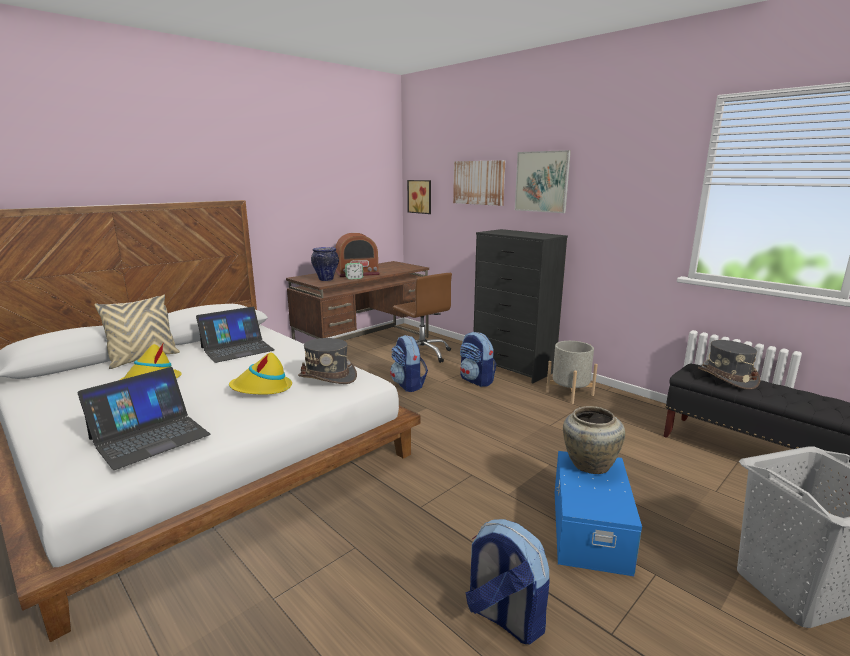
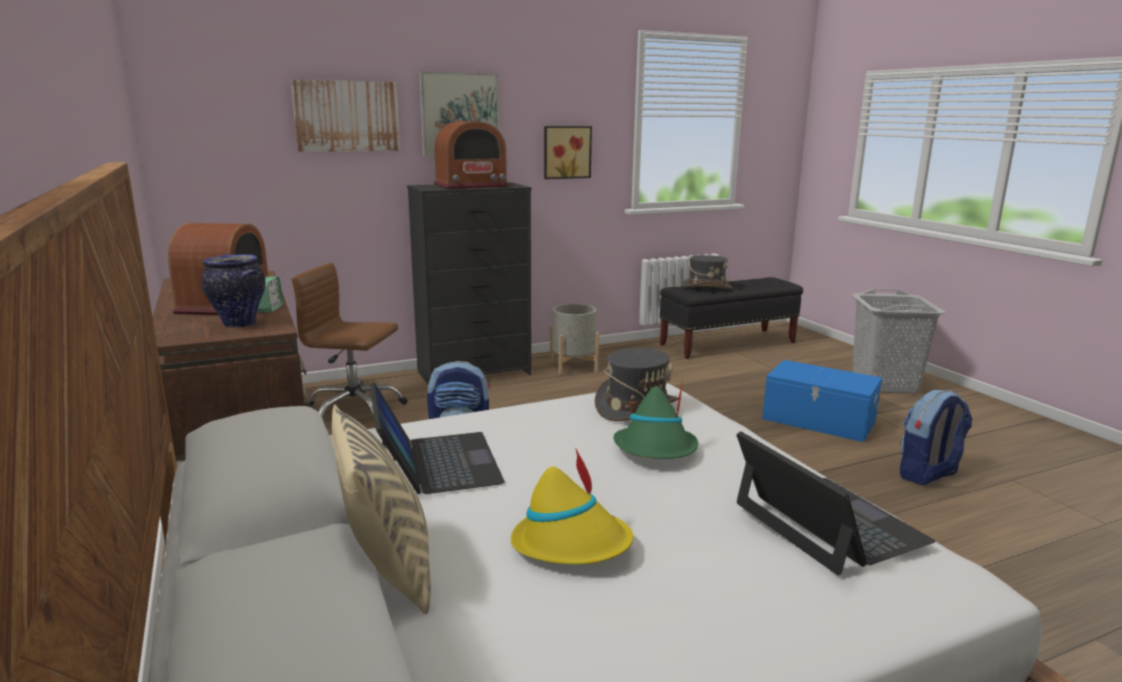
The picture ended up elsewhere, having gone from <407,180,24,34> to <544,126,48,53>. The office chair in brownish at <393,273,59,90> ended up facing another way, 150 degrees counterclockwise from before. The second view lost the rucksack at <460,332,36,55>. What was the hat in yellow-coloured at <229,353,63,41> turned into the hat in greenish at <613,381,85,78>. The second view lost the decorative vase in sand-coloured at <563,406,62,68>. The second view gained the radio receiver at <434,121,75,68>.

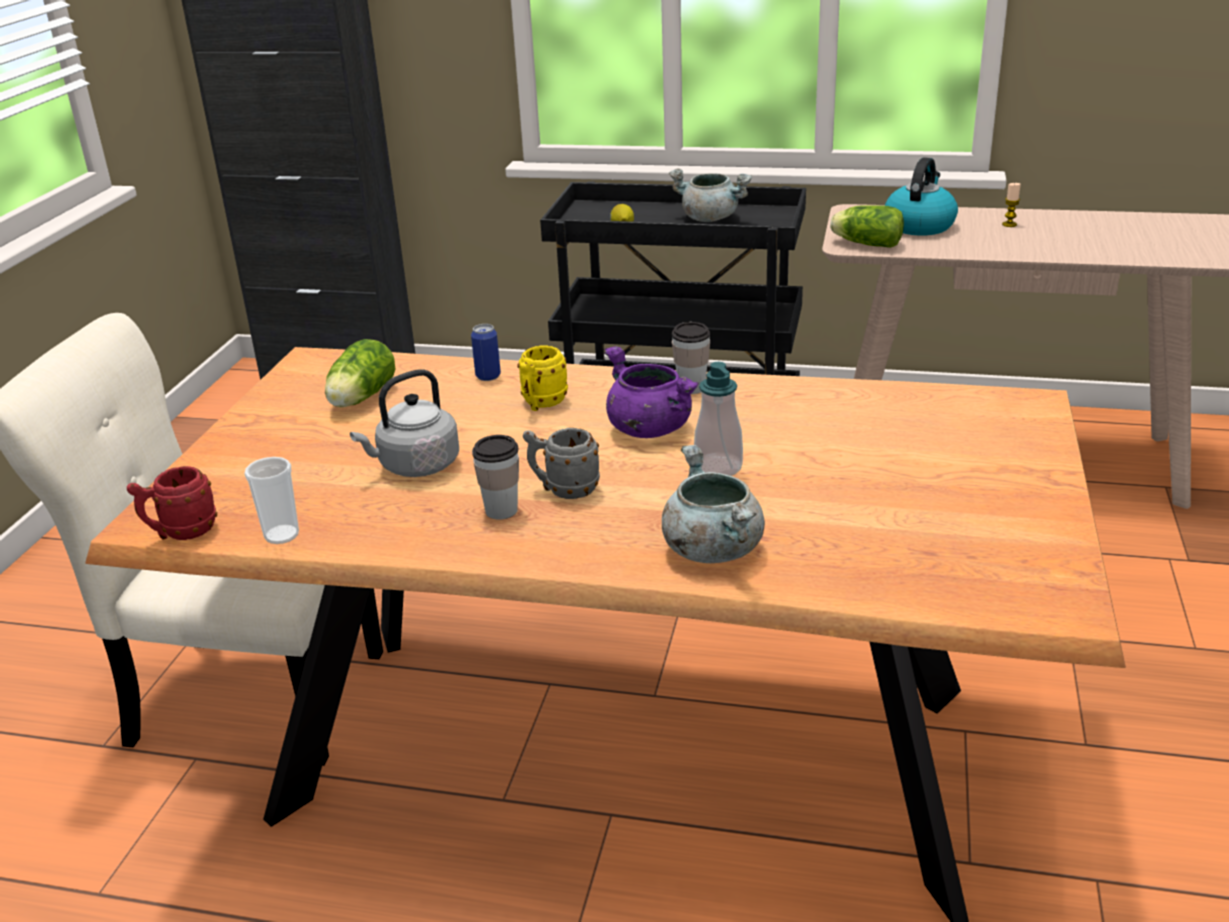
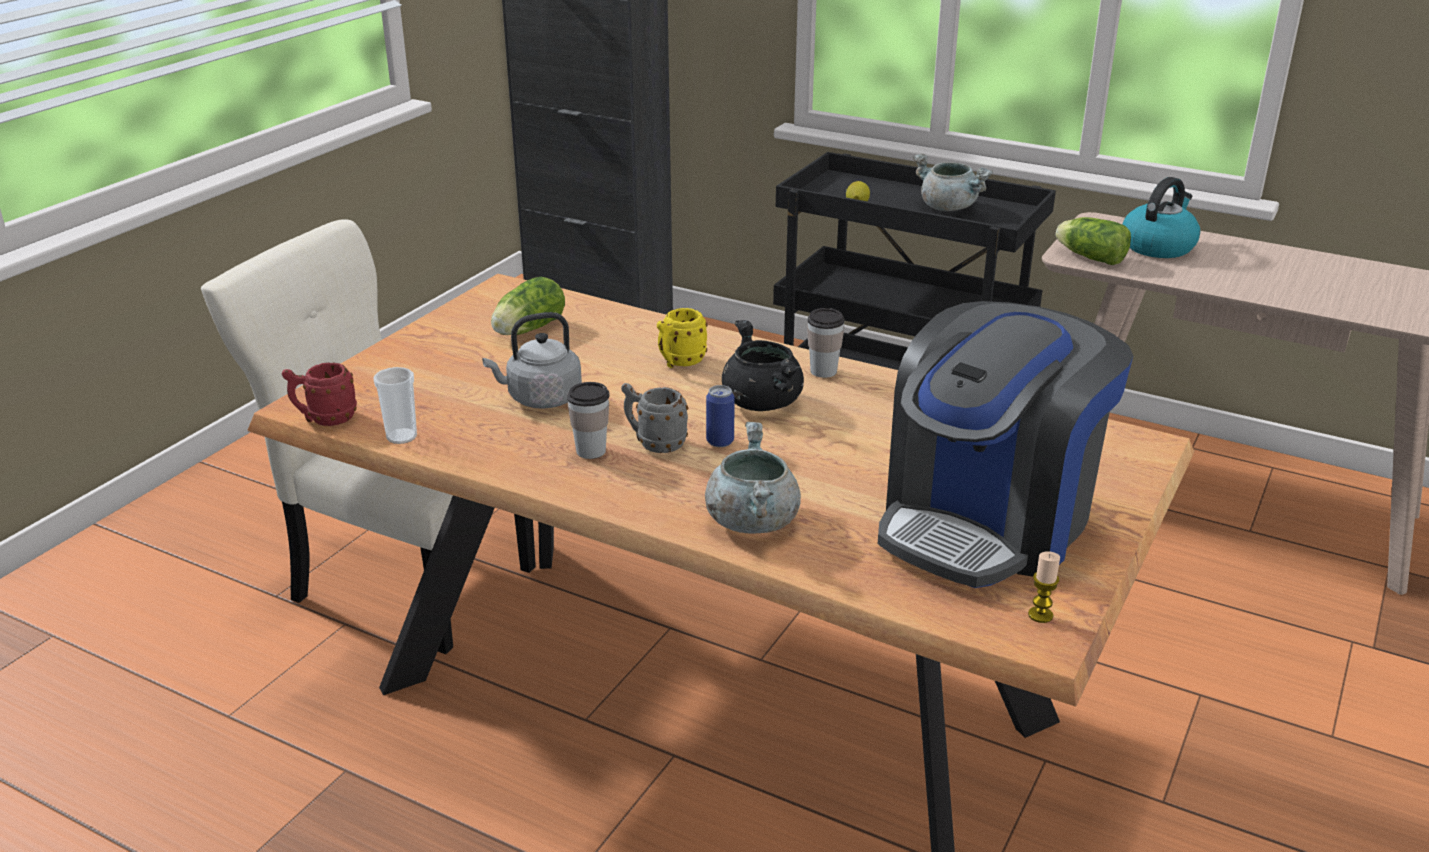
The wax light ended up elsewhere, having gone from <1002,183,19,44> to <1028,551,32,72>. The metal can ended up elsewhere, having gone from <471,324,30,57> to <706,385,29,62>. What was the cooking pot in purplish at <604,346,95,92> turned into the cooking pot in black at <722,320,82,91>. The second view lost the soap bottle at <694,362,49,114>. The second view gained the coffee brewer at <878,301,256,287>.

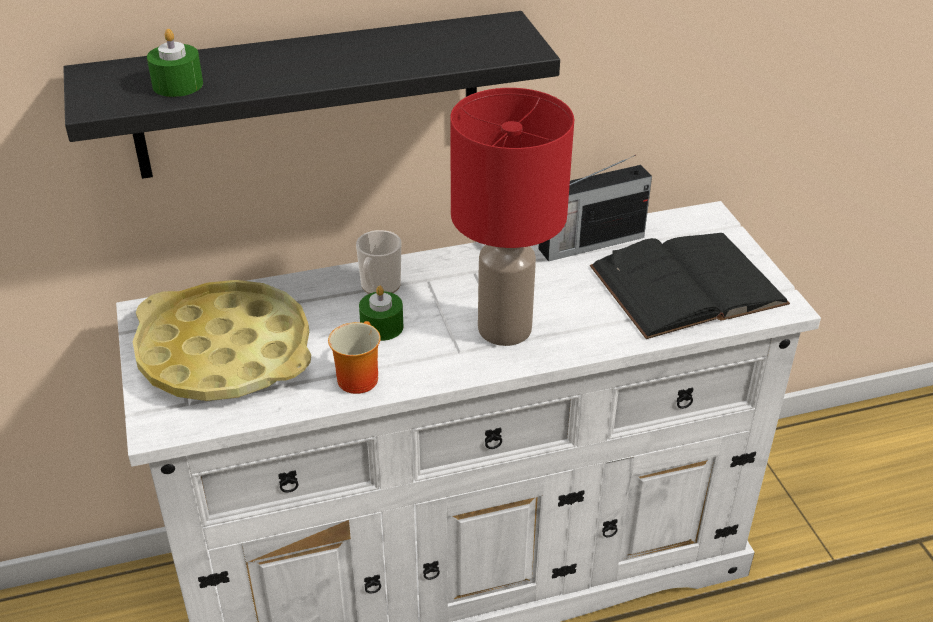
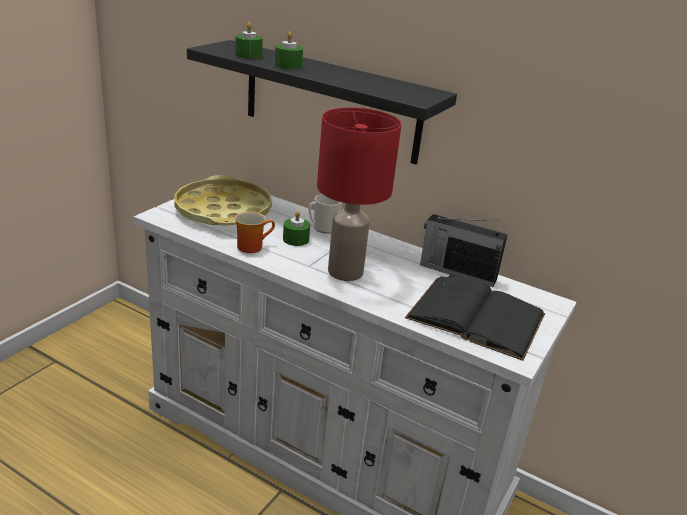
The second view gained the wax light in greenish at <275,32,28,37>.

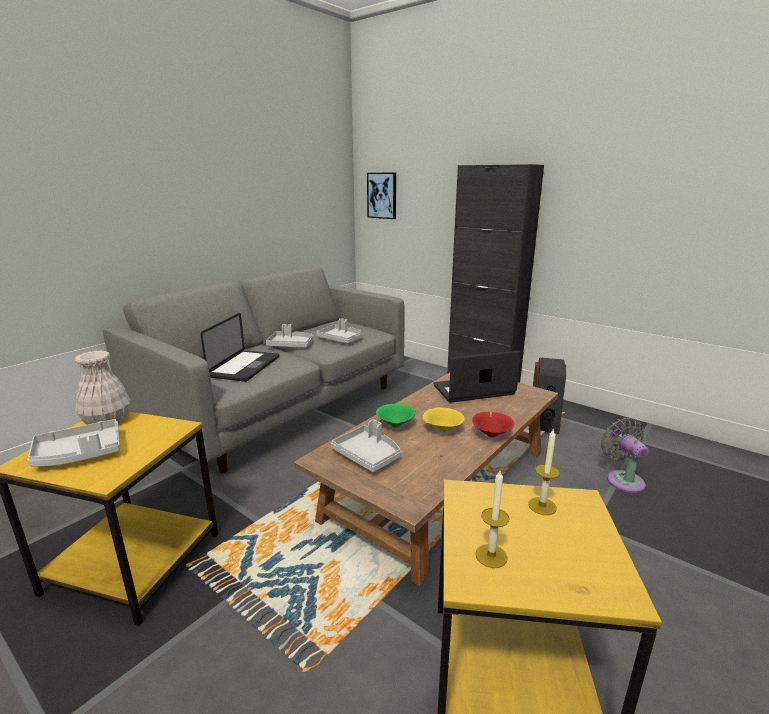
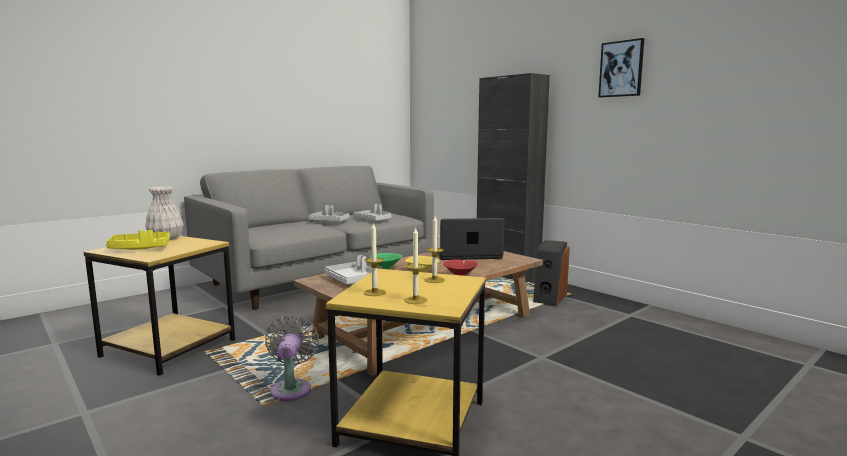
The picture ended up elsewhere, having gone from <367,173,29,46> to <598,38,46,60>. The second view lost the notebook computer at <200,313,79,69>. The cooling fan in grey ended up elsewhere, having gone from <601,418,48,75> to <265,314,54,87>. What was the carrying tray in grey at <28,419,92,48> turned into the carrying tray in yellow-coloured at <106,230,65,20>. The second view gained the wax light at <404,227,23,77>.

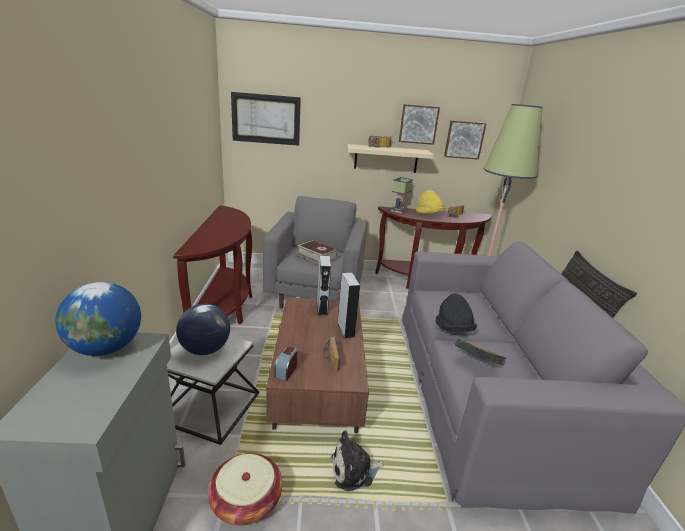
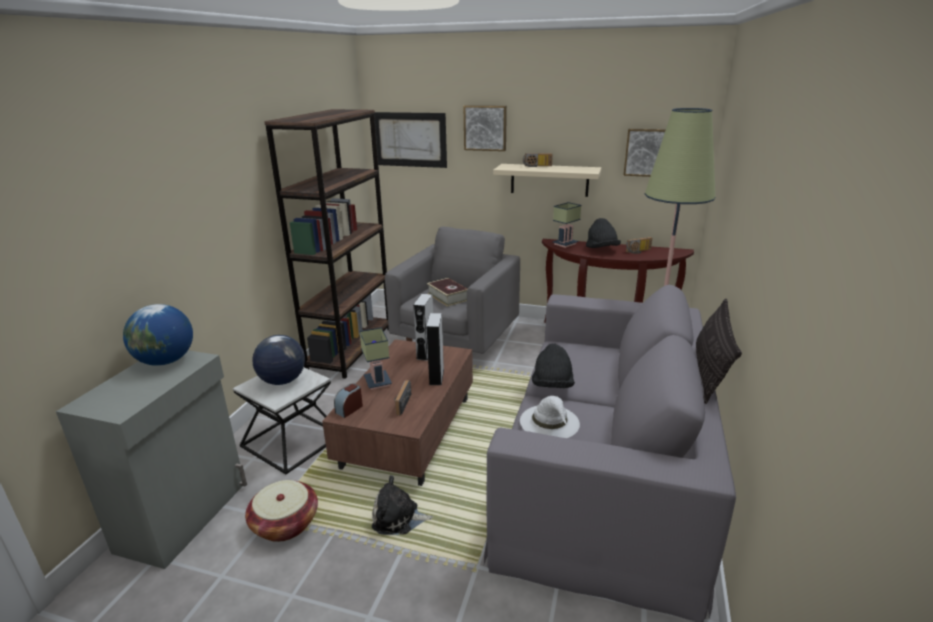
The picture ended up elsewhere, having gone from <399,104,41,41> to <463,105,44,46>. What was the hat in yellow-coloured at <416,190,29,24> turned into the hat in black at <586,218,35,30>. Where the narrow table in brownish stood at <173,206,79,118>, the bookshelf in brownish came to stand at <264,109,125,270>. Where the bound book stood at <455,339,51,26>, the hat in white came to stand at <520,396,60,42>. The second view gained the tabletop lamp at <359,327,33,63>.

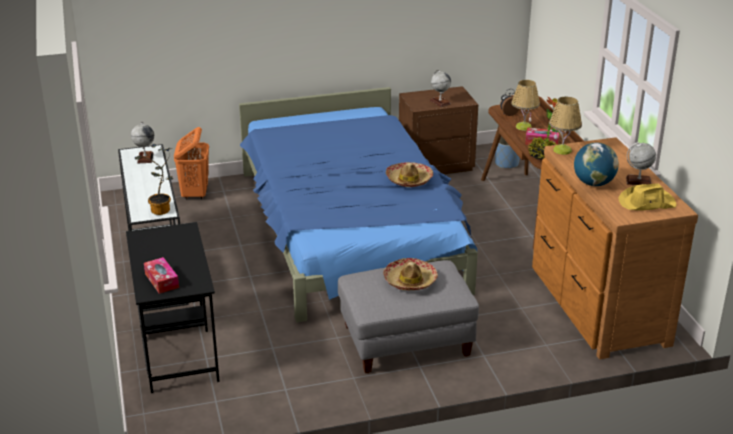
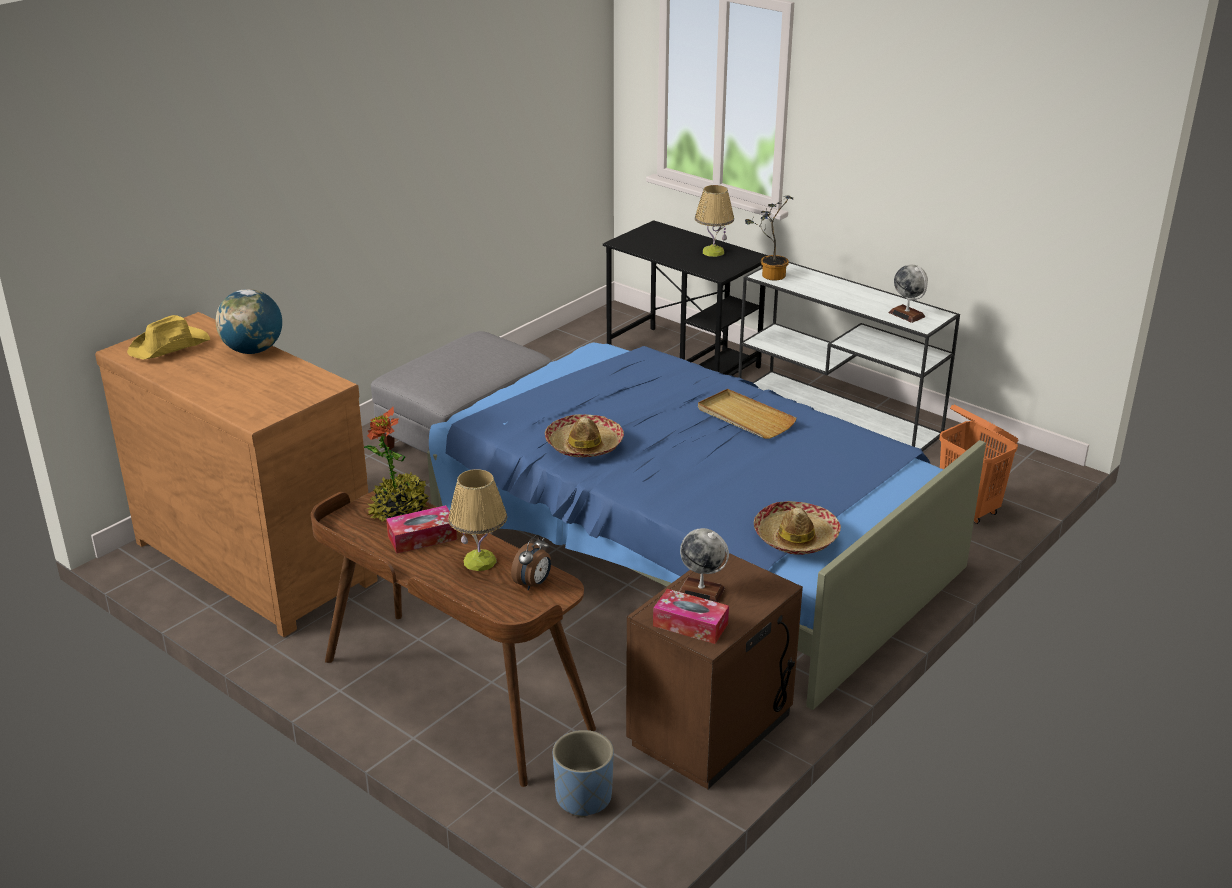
The tabletop lamp ended up elsewhere, having gone from <549,96,33,59> to <695,185,39,72>. The second view lost the desk globe at <626,142,30,43>. The tissue holder ended up elsewhere, having gone from <144,257,35,37> to <653,589,76,55>. The hat ended up elsewhere, having gone from <383,258,55,32> to <754,501,87,54>. The second view gained the carrying tray in sand-coloured at <698,389,99,50>.

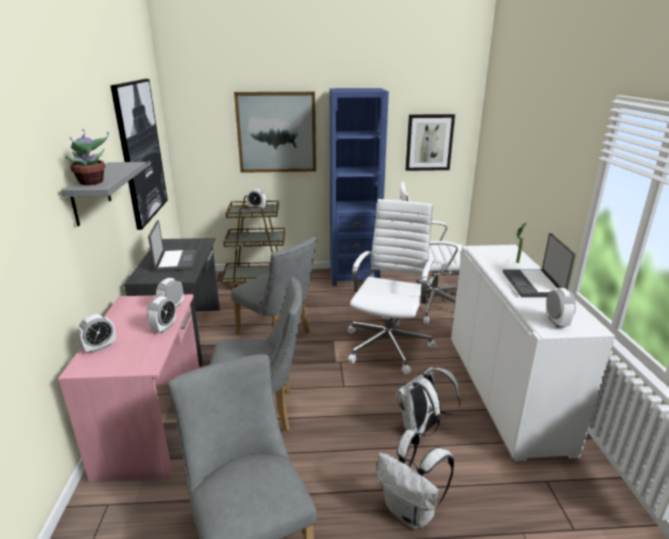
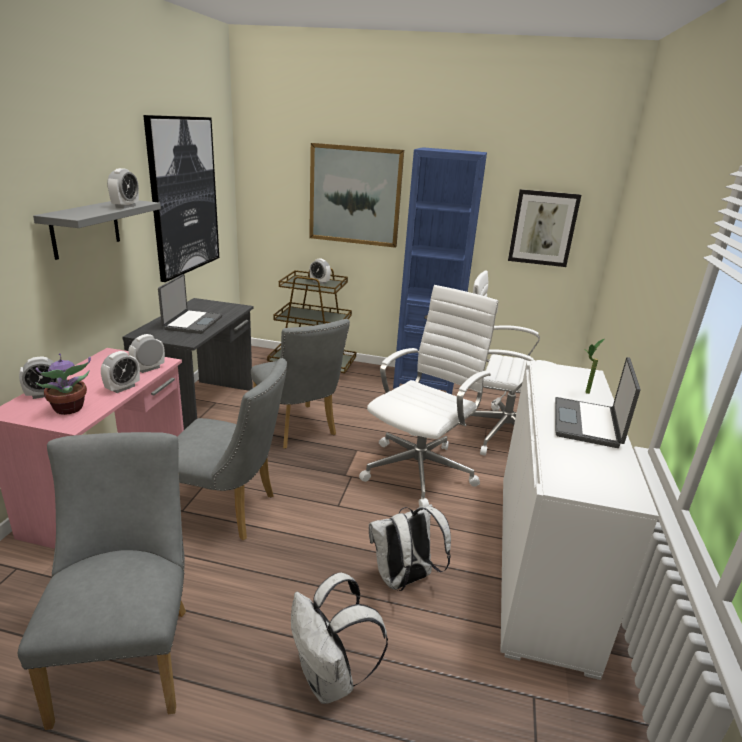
The plant in a pot ended up elsewhere, having gone from <65,129,44,56> to <35,353,56,62>. The table clock ended up elsewhere, having gone from <546,288,30,39> to <107,168,32,40>.

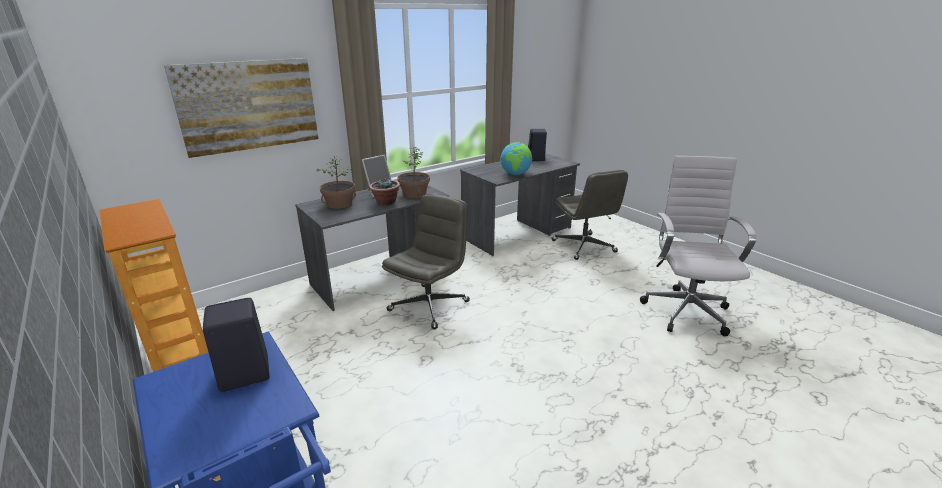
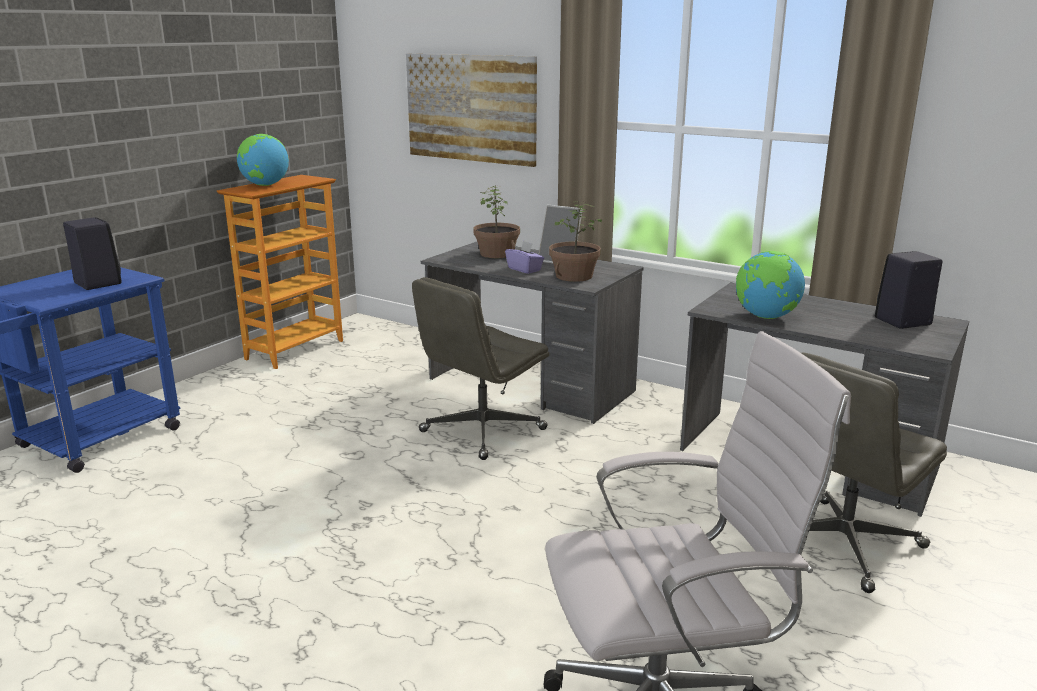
Where the plant in a pot stood at <369,179,31,27>, the tissue holder in purplish came to stand at <505,241,39,33>. The office chair in grey at <382,194,88,135> ended up facing another way, 120 degrees clockwise from before. The second view gained the desk globe at <237,134,52,52>.

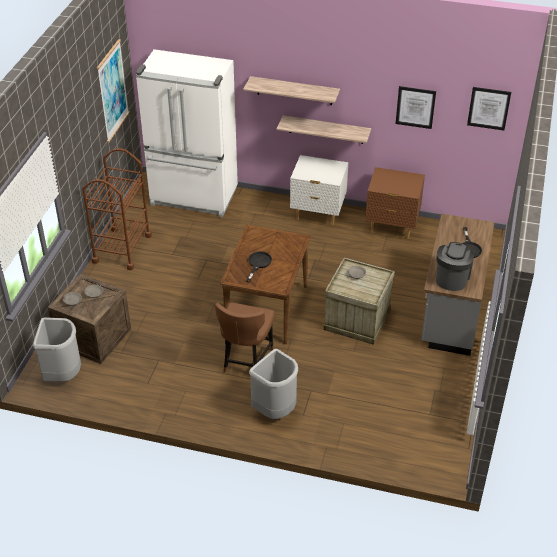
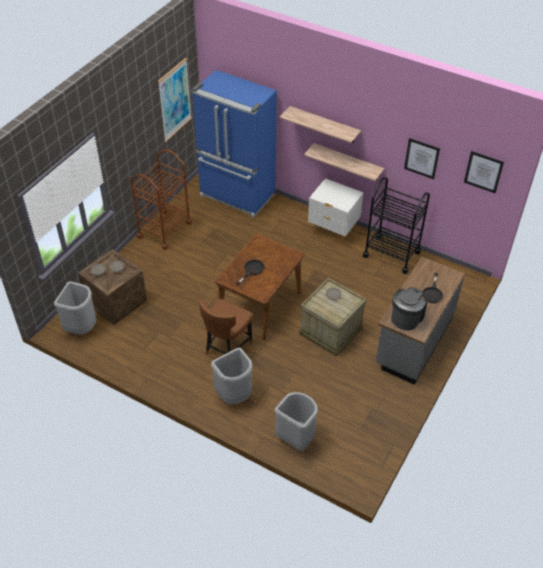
What was the fridge in white at <136,49,102,169> turned into the fridge in bluish at <192,70,85,148>. Where the night table in brownish stood at <365,167,60,72>, the wheeled cart in black came to stand at <363,177,67,97>. The second view gained the trash can in grey at <275,392,43,59>.

